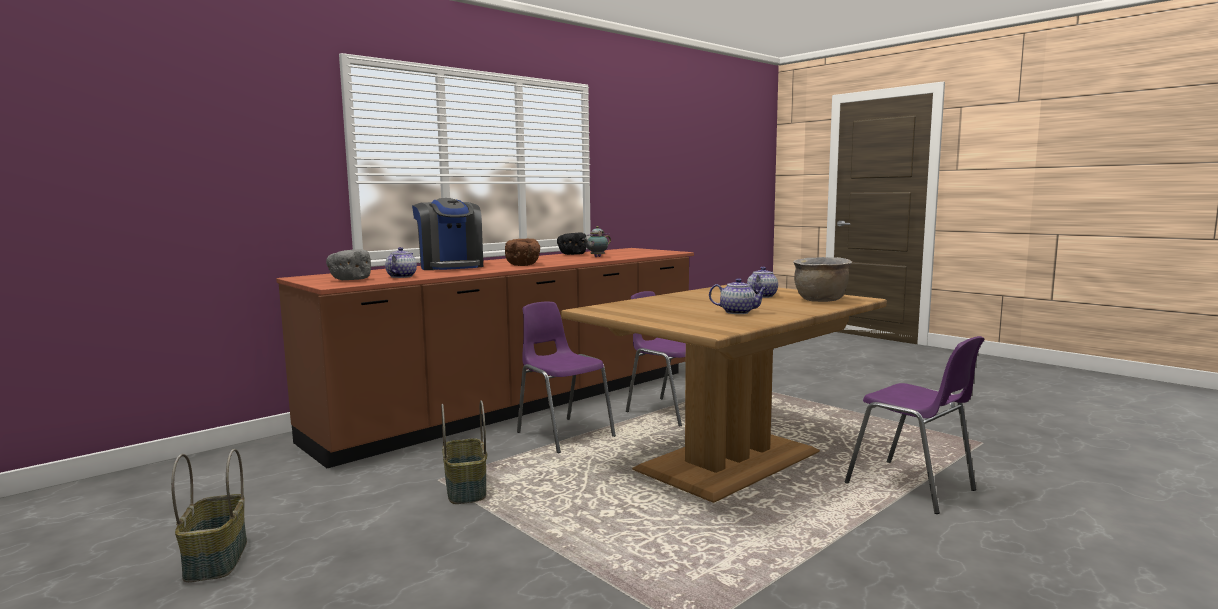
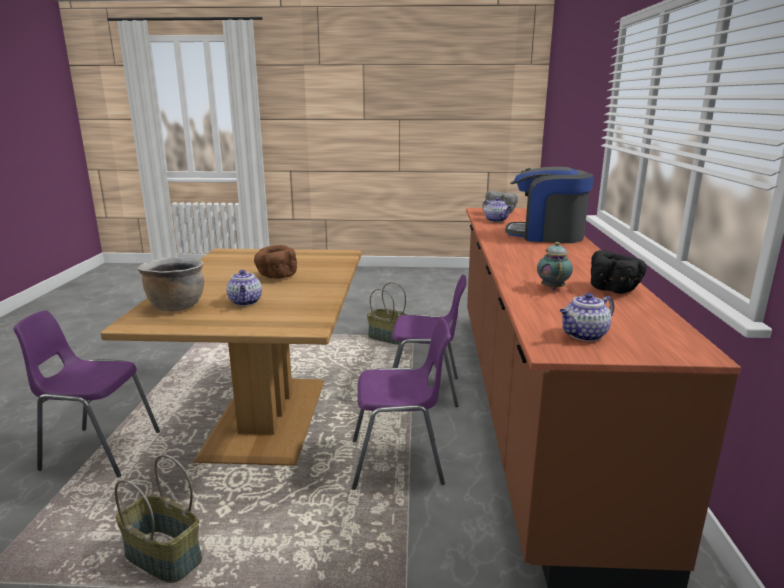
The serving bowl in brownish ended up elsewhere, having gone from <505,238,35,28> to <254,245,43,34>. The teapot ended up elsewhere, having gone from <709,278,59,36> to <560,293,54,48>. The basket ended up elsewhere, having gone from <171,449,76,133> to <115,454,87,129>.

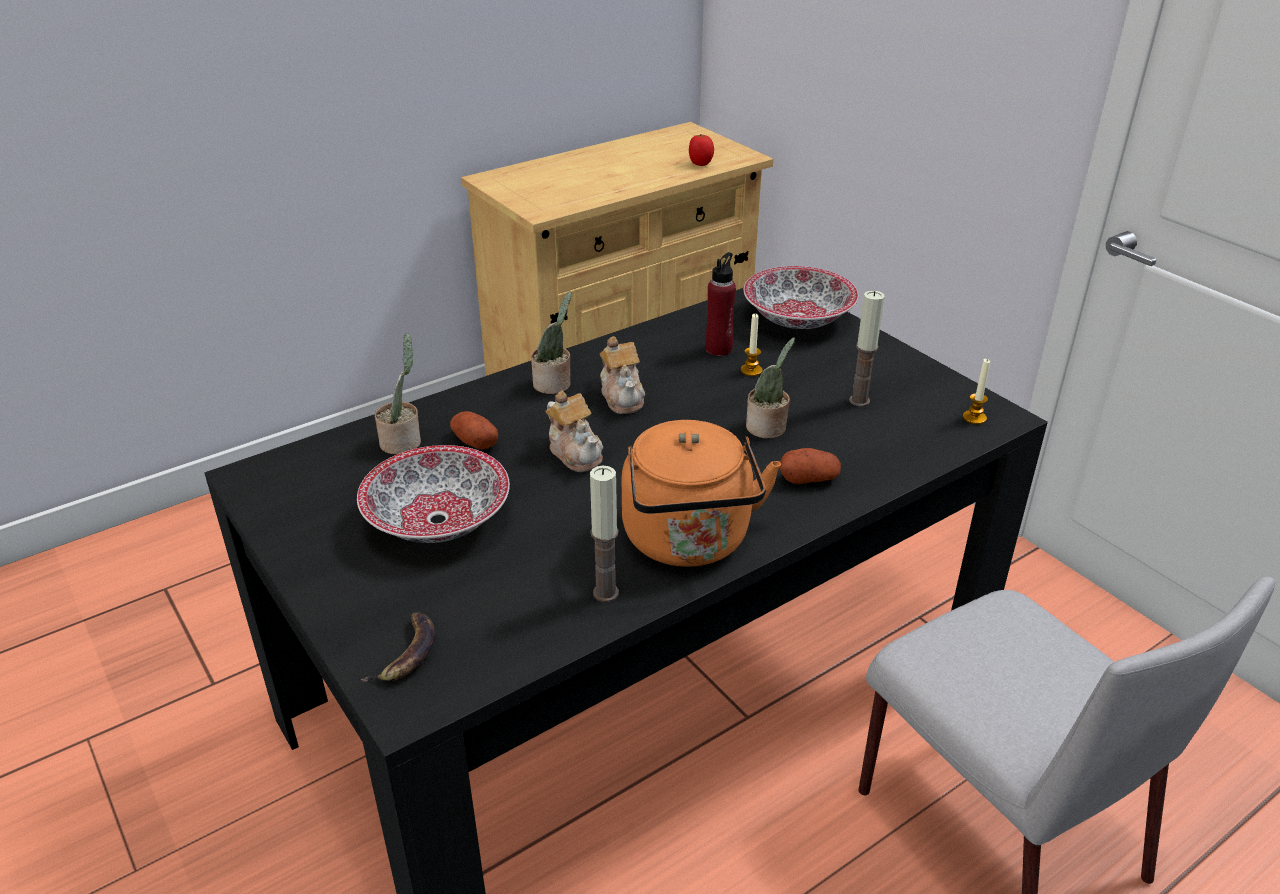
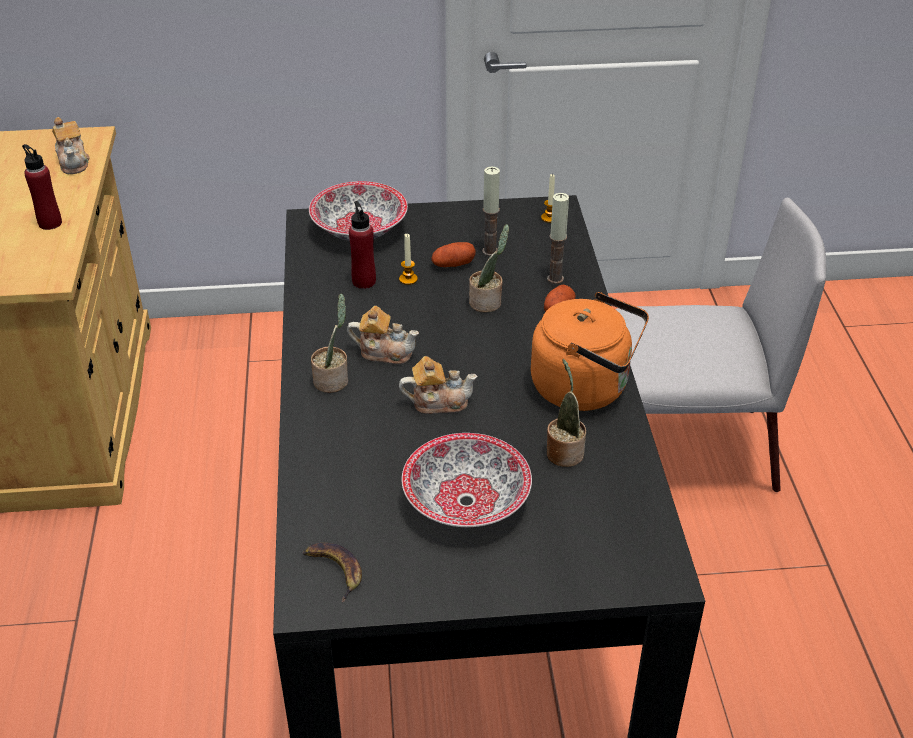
Where the fresh tomato stood at <689,134,25,32>, the teapot came to stand at <52,117,38,57>. The plant in a pot ended up elsewhere, having gone from <375,333,46,122> to <547,359,39,108>. The spud ended up elsewhere, having gone from <450,411,48,39> to <432,242,44,25>. The wax light ended up elsewhere, having gone from <590,466,29,136> to <547,193,22,91>. The banana ended up elsewhere, having gone from <361,613,74,69> to <303,543,59,59>. The second view gained the bottle in red at <22,144,40,86>.

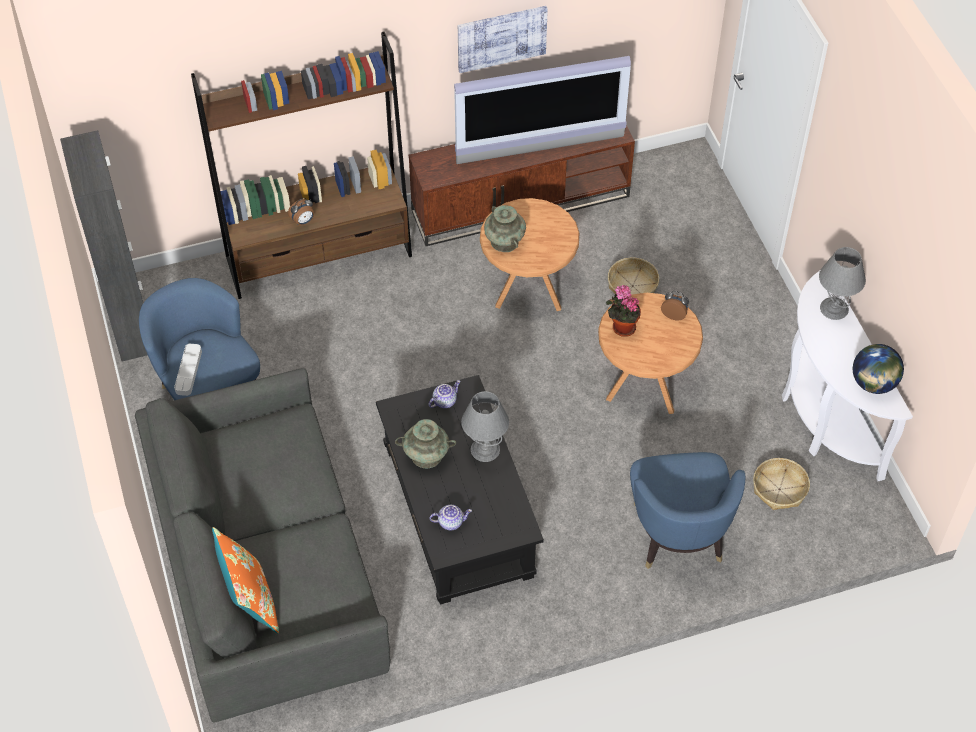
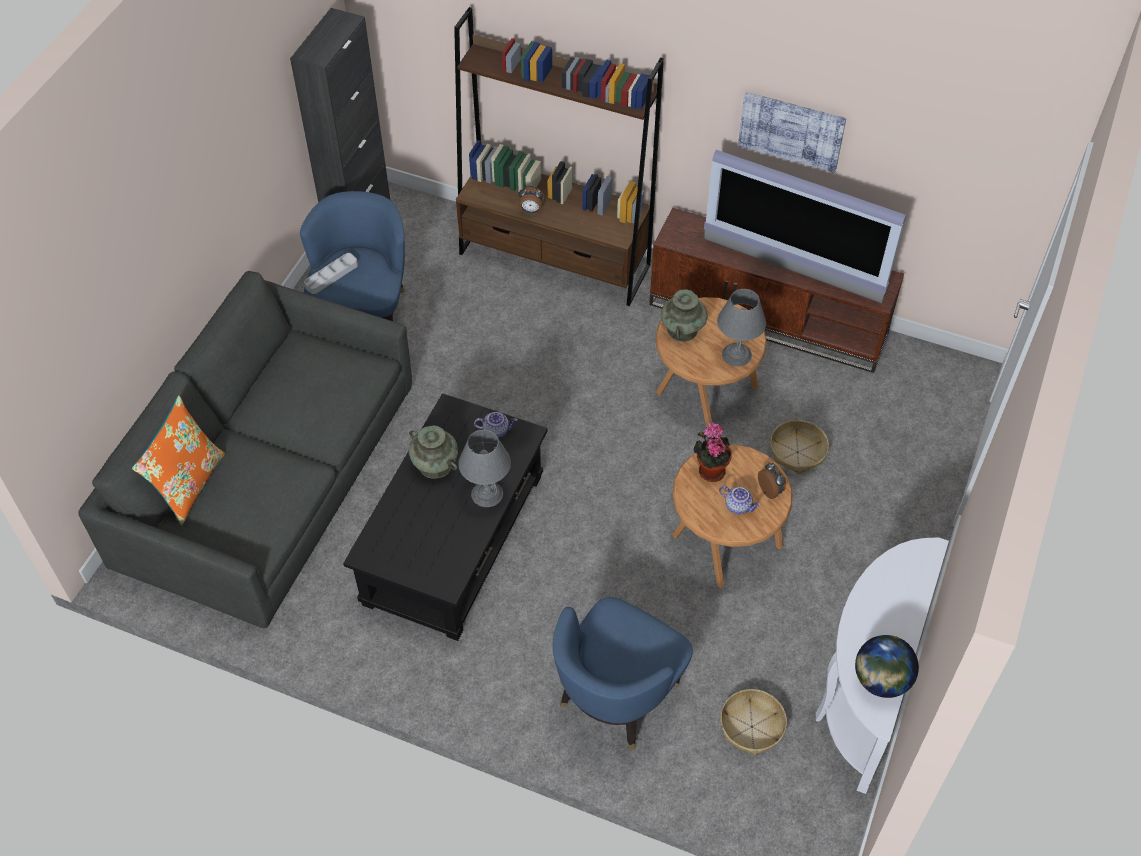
The tabletop lamp in grey ended up elsewhere, having gone from <819,247,47,73> to <717,289,49,77>. The teapot ended up elsewhere, having gone from <430,505,42,25> to <719,486,42,28>.

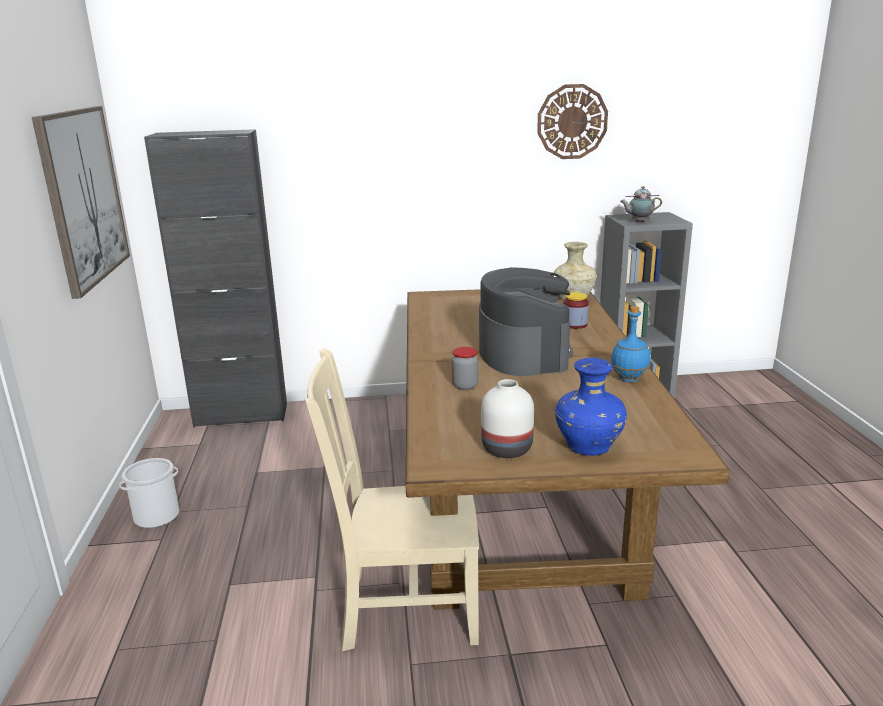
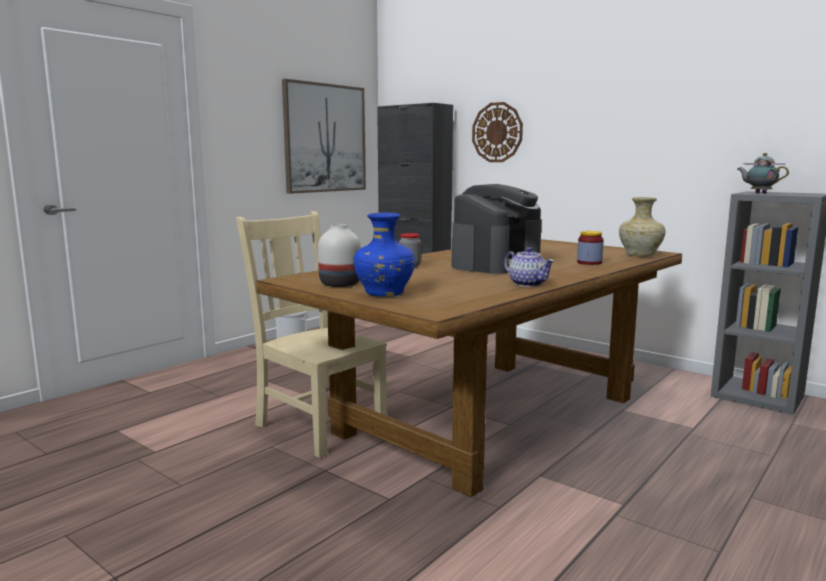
The wall clock ended up elsewhere, having gone from <537,84,71,75> to <472,102,51,60>. Where the bottle in bluish stood at <611,306,39,76>, the teapot came to stand at <504,247,50,40>.

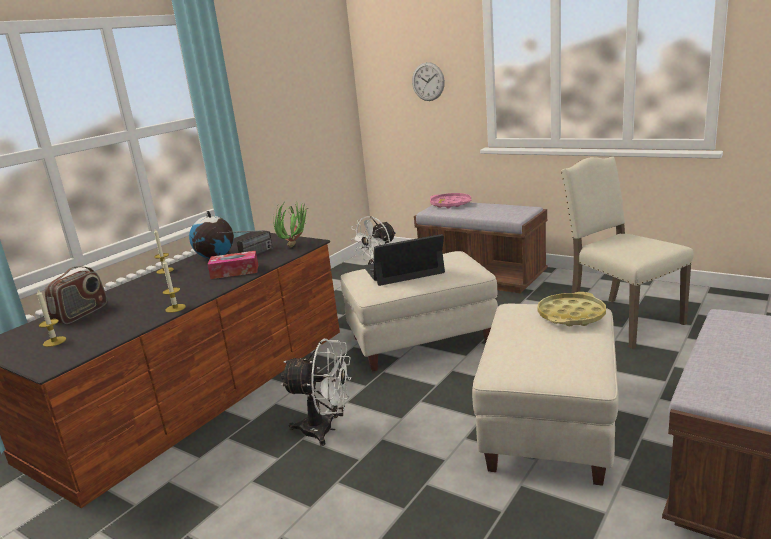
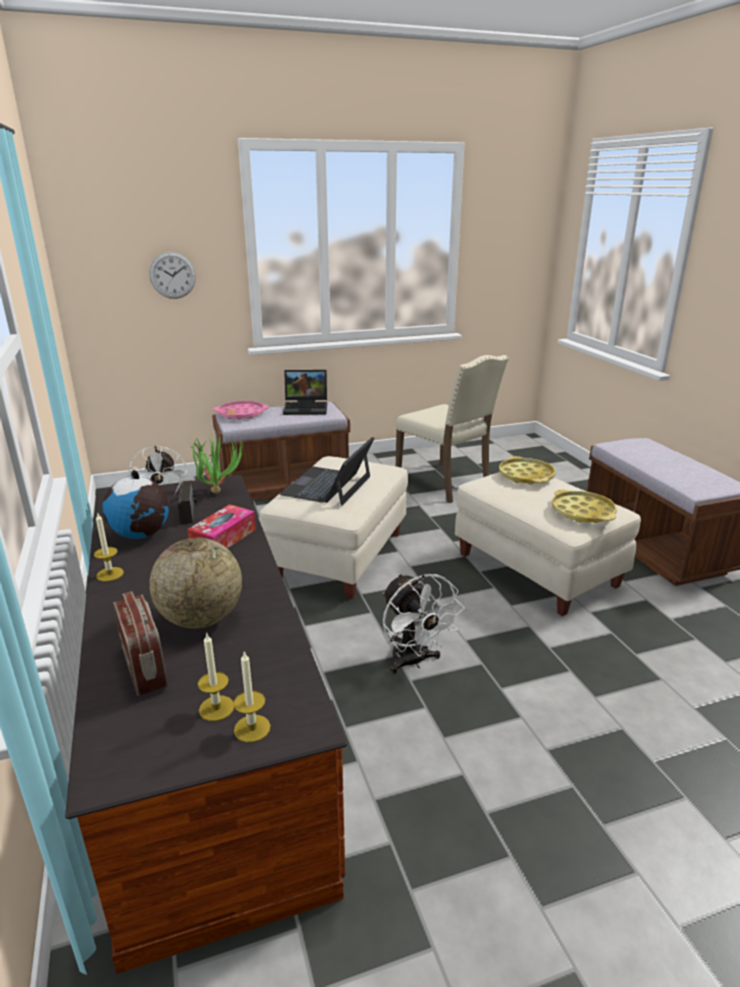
The chair in sand-coloured at <561,157,133,192> ended up facing another way, 135 degrees counterclockwise from before. The wax light ended up elsewhere, having gone from <163,260,23,53> to <234,651,36,92>. The cooling fan in white at <280,339,72,107> ended up facing another way, 105 degrees clockwise from before. The second view gained the notebook computer at <283,370,44,45>. The second view gained the carrying tray in yellow-coloured at <552,490,65,33>. The second view gained the desk globe at <149,538,93,90>.

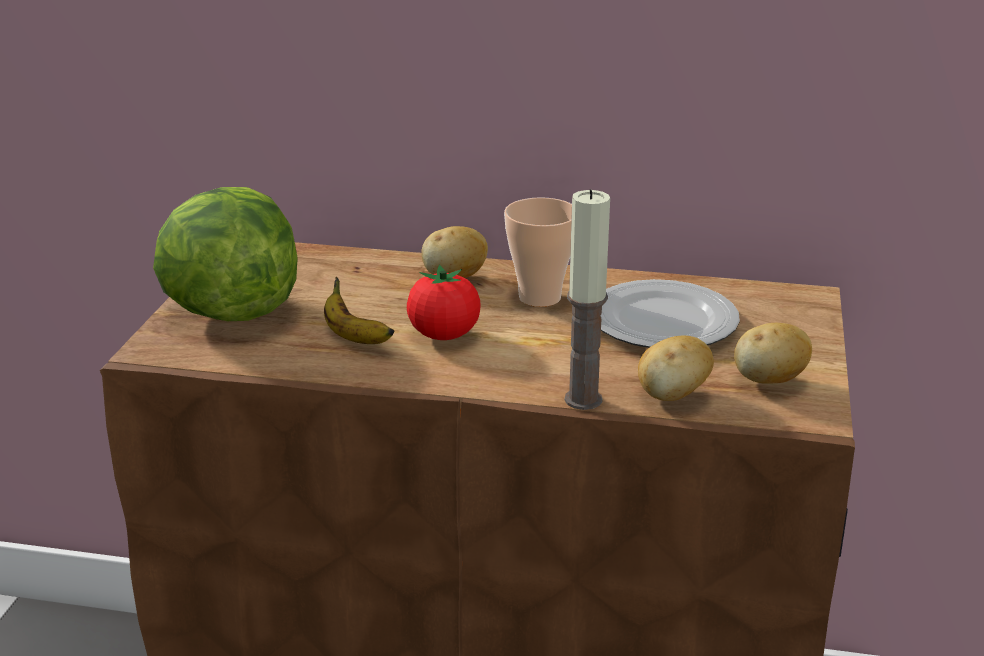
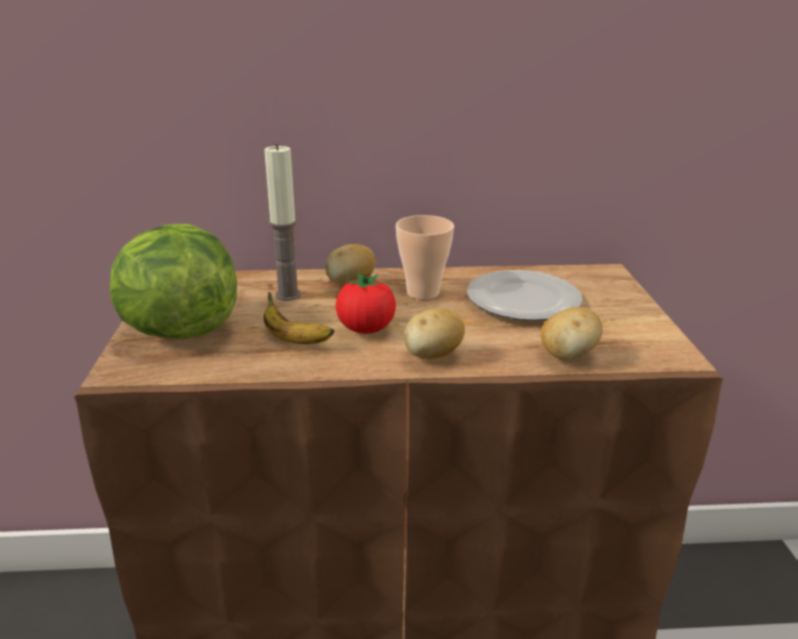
The wax light ended up elsewhere, having gone from <564,189,46,221> to <264,144,37,157>. The spud ended up elsewhere, having gone from <734,323,78,61> to <404,308,61,51>.

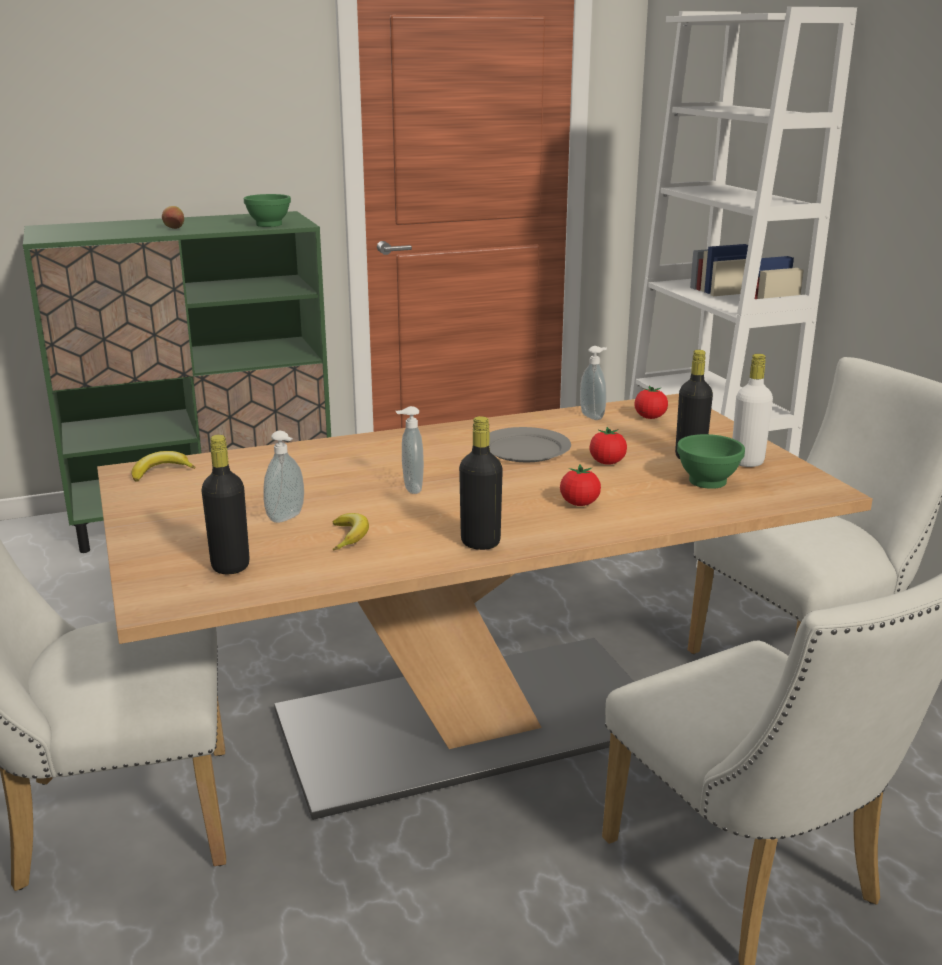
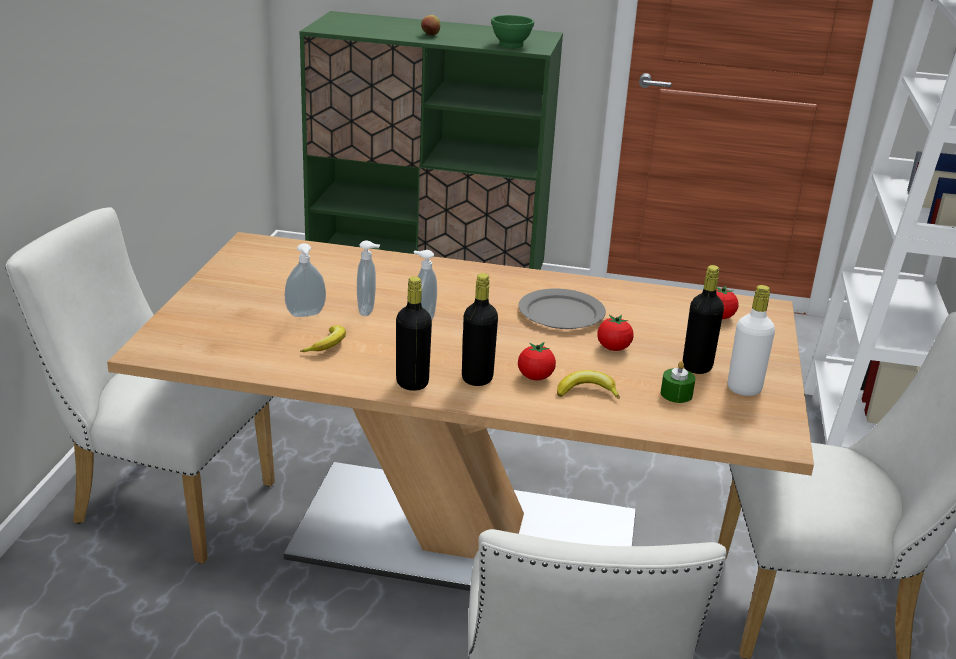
The soap bottle ended up elsewhere, having gone from <580,346,27,74> to <357,241,23,75>. Where the serving bowl in greenish stood at <677,434,68,55>, the wax light in greenish came to stand at <661,361,35,42>. The bottle in black ended up elsewhere, having gone from <202,435,47,139> to <462,273,36,113>. The banana ended up elsewhere, having gone from <132,451,64,31> to <557,370,63,29>.

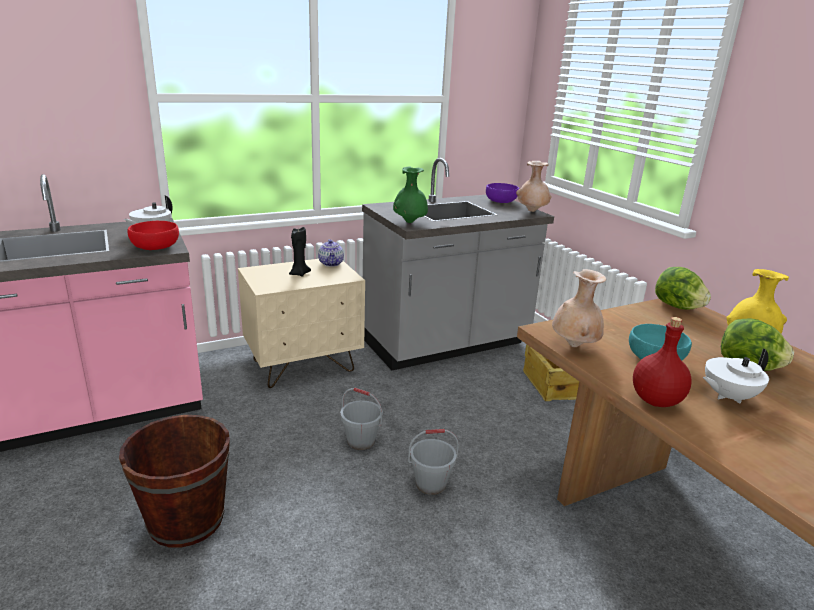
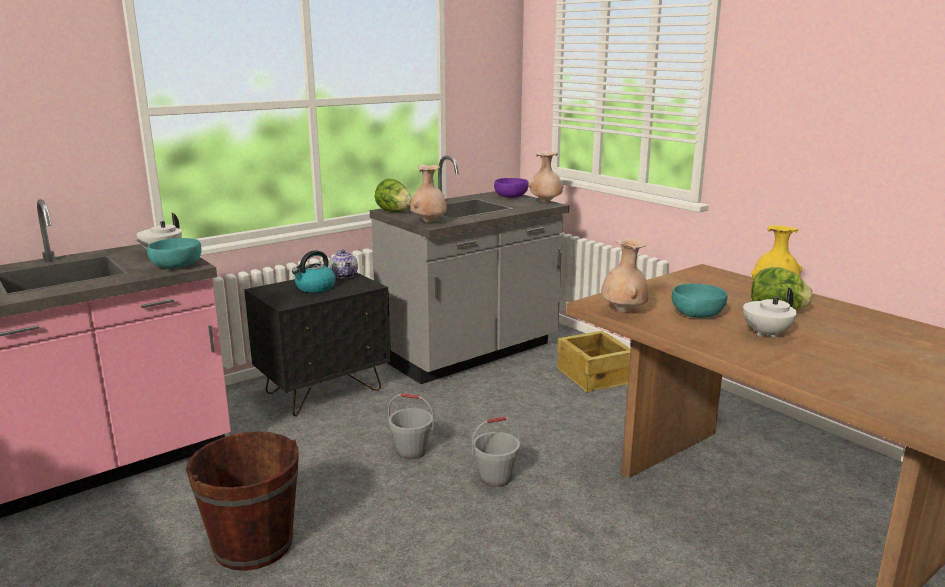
What was the decorative vase in greenish at <393,167,35,56> turned into the decorative vase in sand-coloured at <410,165,37,58>. What was the serving bowl in red at <127,221,52,29> turned into the serving bowl in turquoise-coloured at <147,238,54,31>. Where the wax light in black stood at <289,227,22,49>, the water kettle came to stand at <292,250,44,43>. What was the night table in sand-coloured at <238,259,127,129> turned into the night table in black at <244,272,147,145>. The lettuce ended up elsewhere, having gone from <655,267,56,43> to <375,179,37,33>. The second view lost the bottle in red at <633,317,59,90>.

